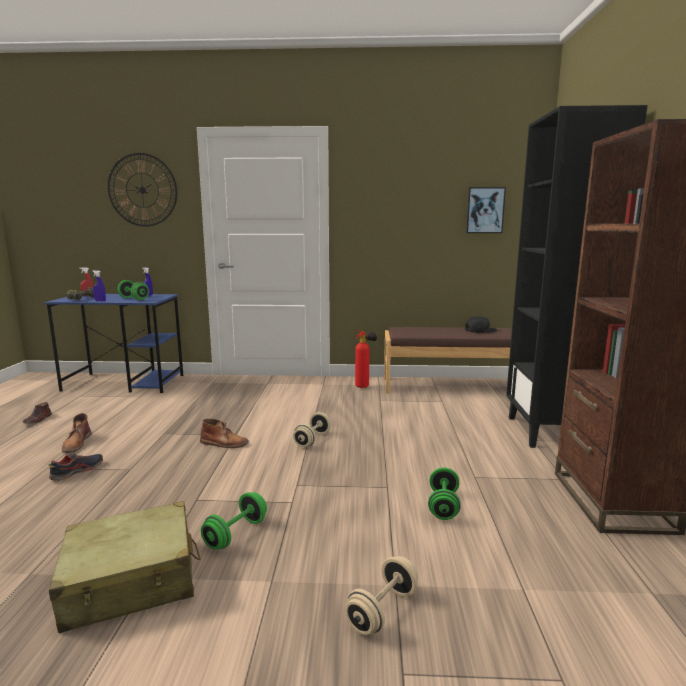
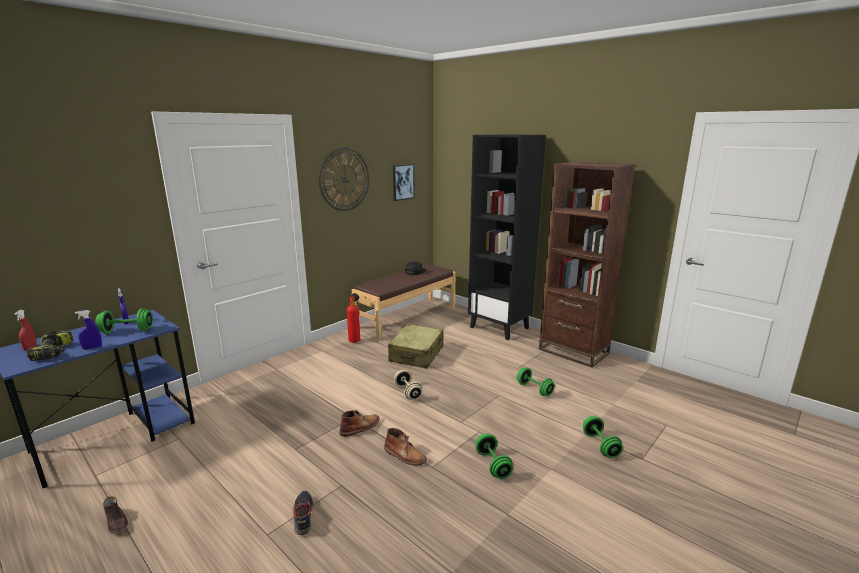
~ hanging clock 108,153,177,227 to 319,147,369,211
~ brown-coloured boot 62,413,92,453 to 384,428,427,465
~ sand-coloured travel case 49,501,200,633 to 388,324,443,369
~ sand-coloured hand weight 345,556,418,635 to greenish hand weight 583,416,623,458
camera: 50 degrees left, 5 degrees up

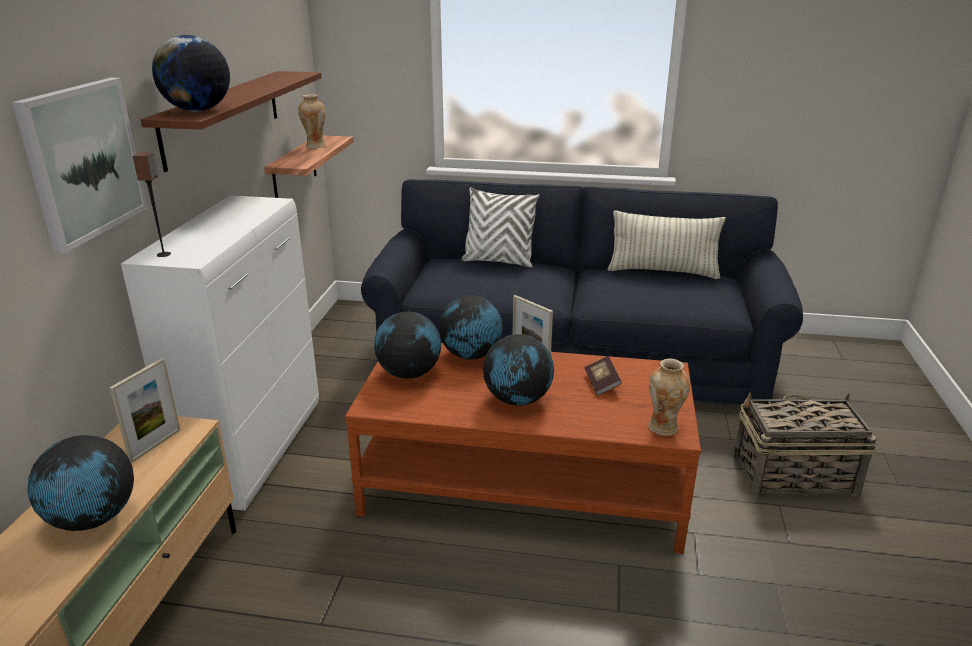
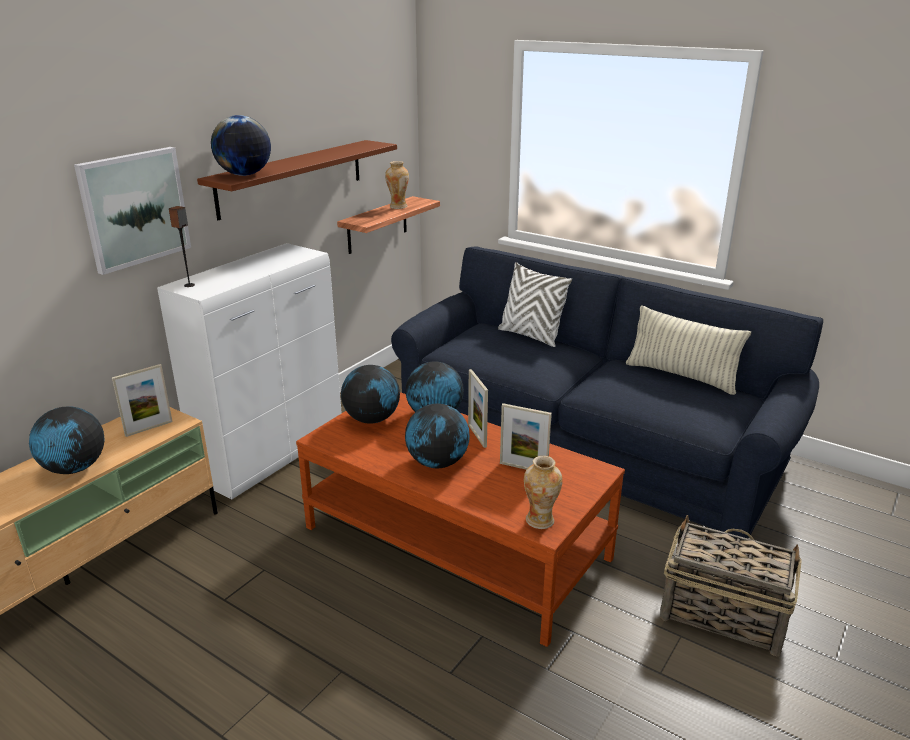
~ volume 585,356,622,396 to picture frame 500,403,552,470
camera: 25 degrees right, 0 degrees up

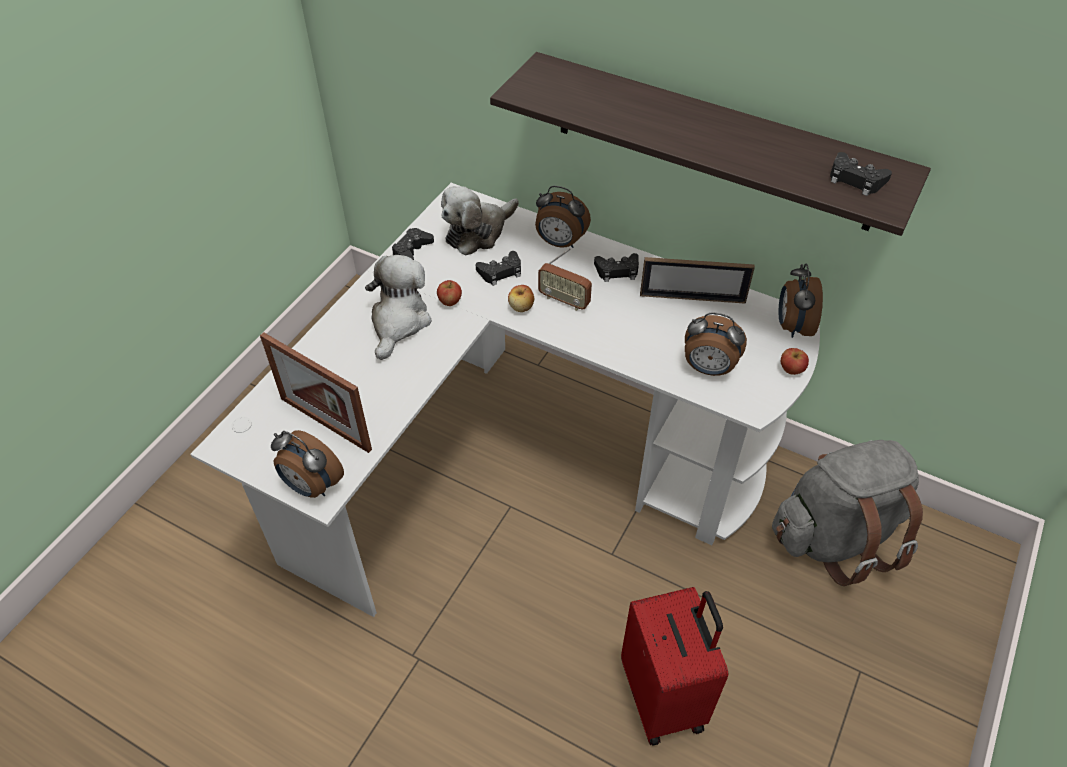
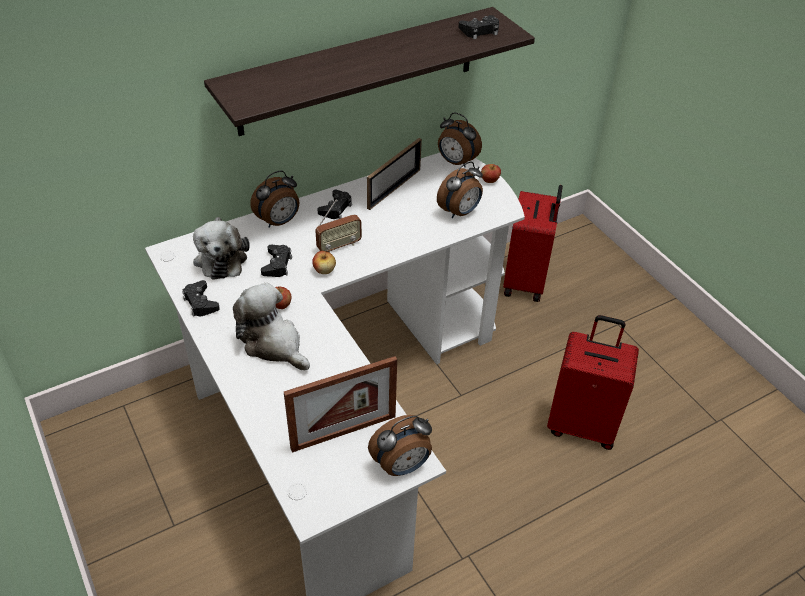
~ gray rucksack 772,440,923,586 to reddish travel case 503,185,563,302
camera: 60 degrees left, 5 degrees down

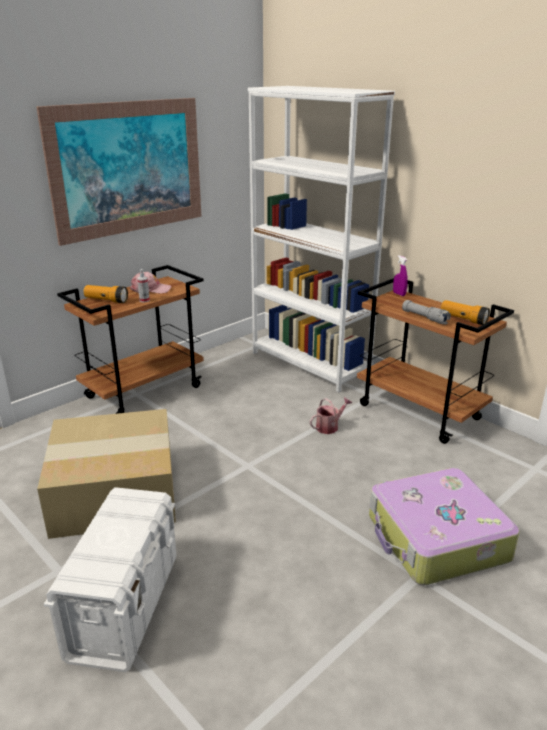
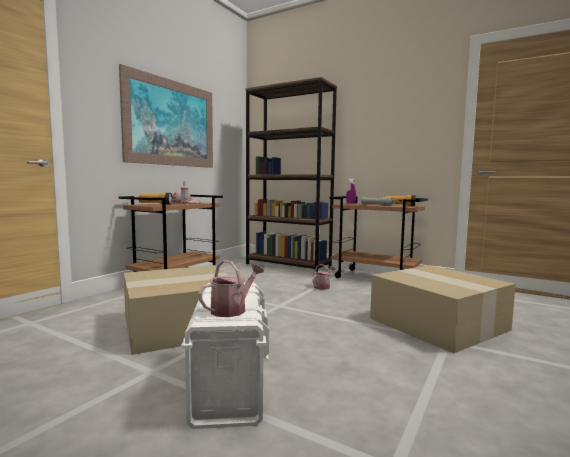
+ watering can 198,260,264,317
~ whitish bookcase 248,86,395,393 to brown-coloured bookcase 246,77,337,272
~ travel case 369,468,519,585 to cardboard box 370,265,516,354
camera: 15 degrees left, 20 degrees down

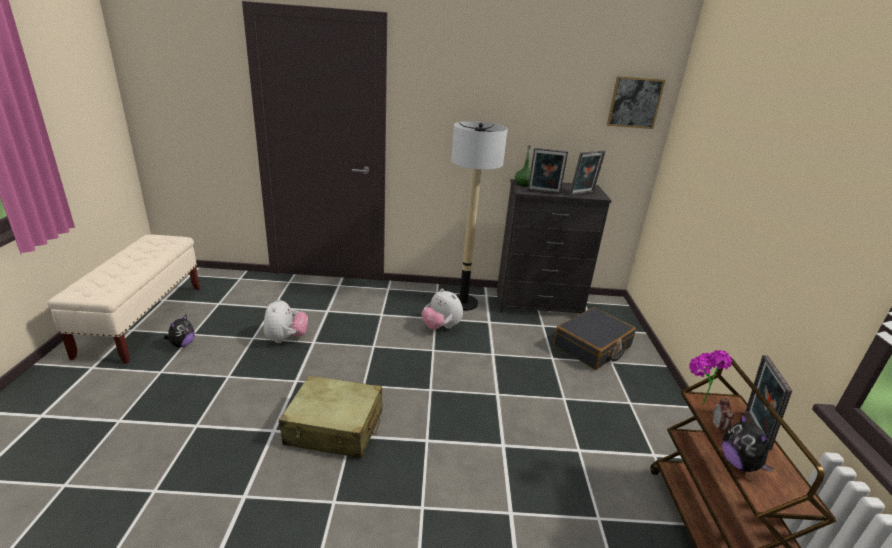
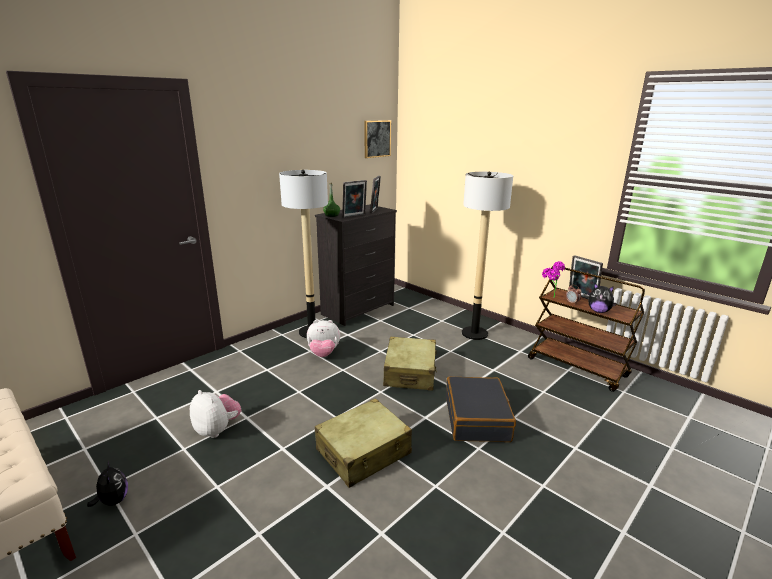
+ sand-coloured travel case 383,337,437,391
~ black-coloured travel case 553,307,636,370 to 446,377,516,442
+ standard lamp 462,172,513,340
camera: 45 degrees left, 5 degrees down

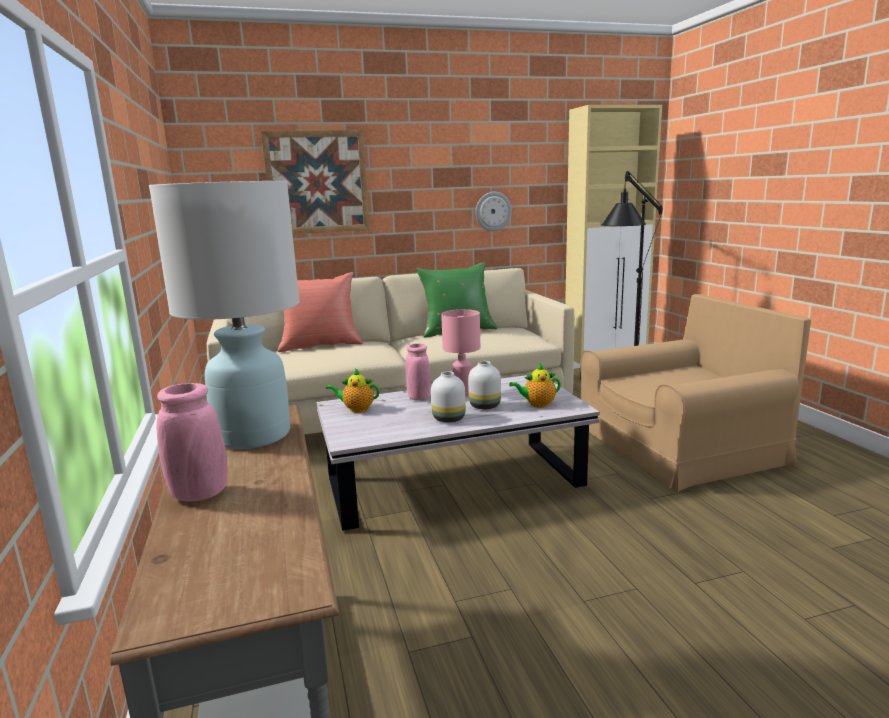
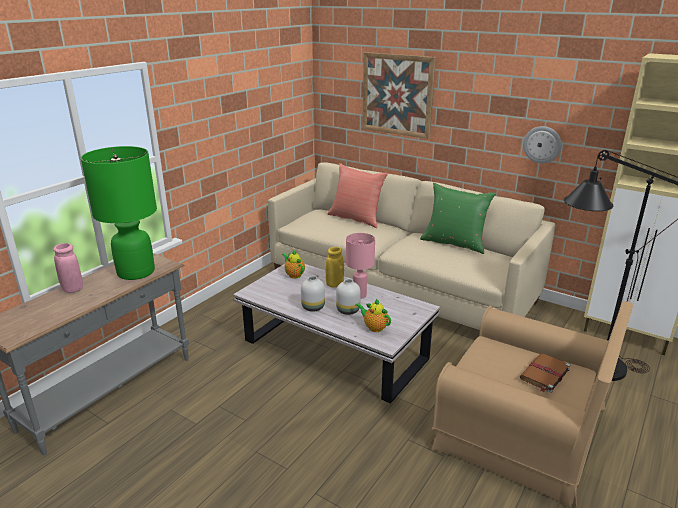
~ whitish lamp for a table 149,181,300,449 to greenish lamp for a table 81,146,157,280
~ pink decorative vase 406,343,431,400 to yellow-coloured decorative vase 326,247,344,288
+ brown-coloured volume 520,353,571,393
camera: 50 degrees right, 10 degrees up

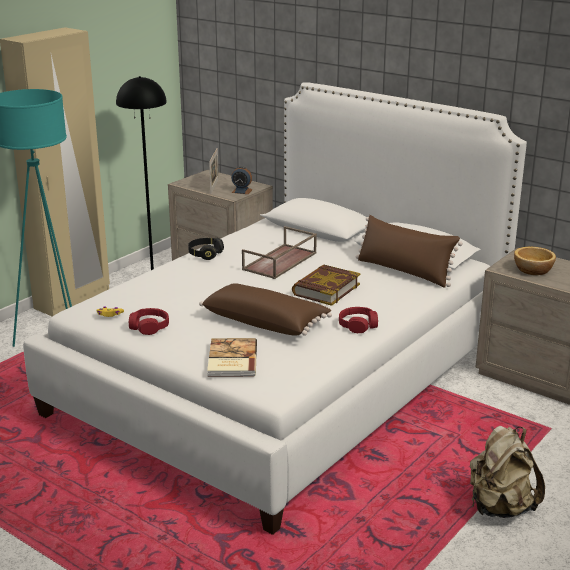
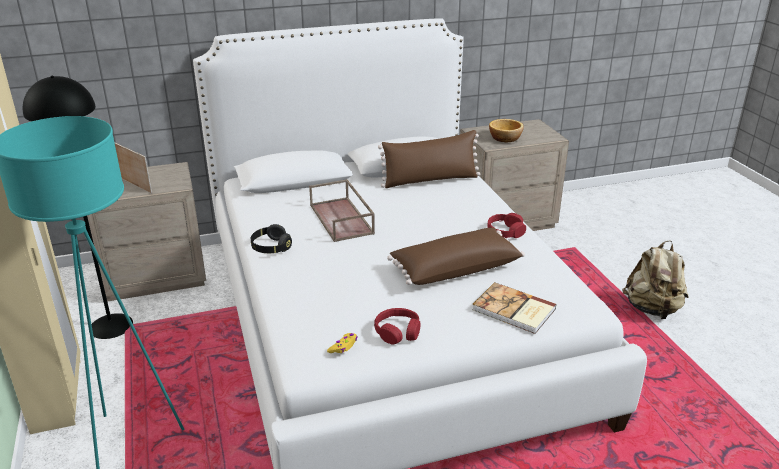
- bedside clock 231,166,252,194
- volume 292,264,360,306
camera: 55 degrees left, 5 degrees up

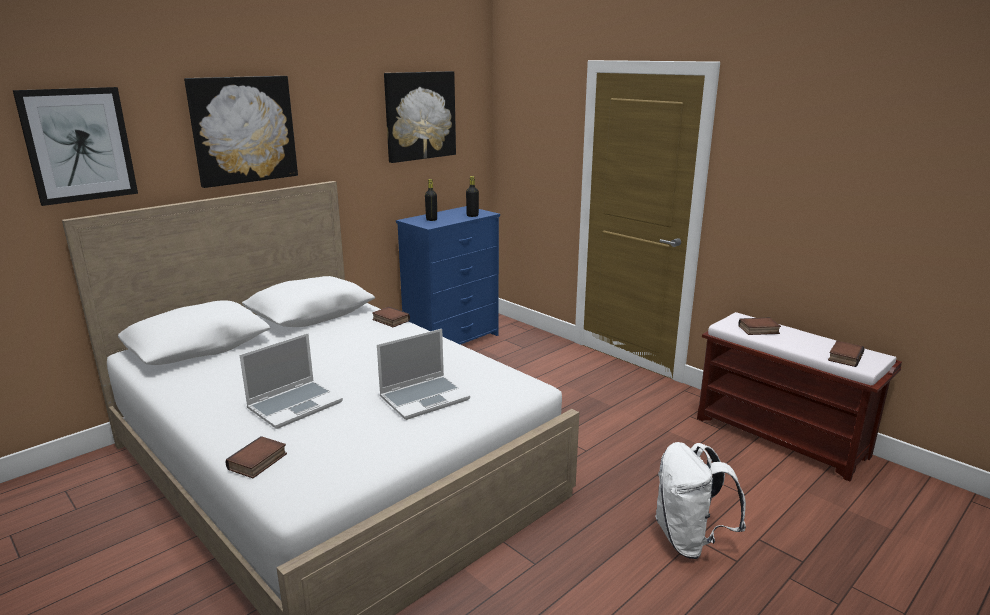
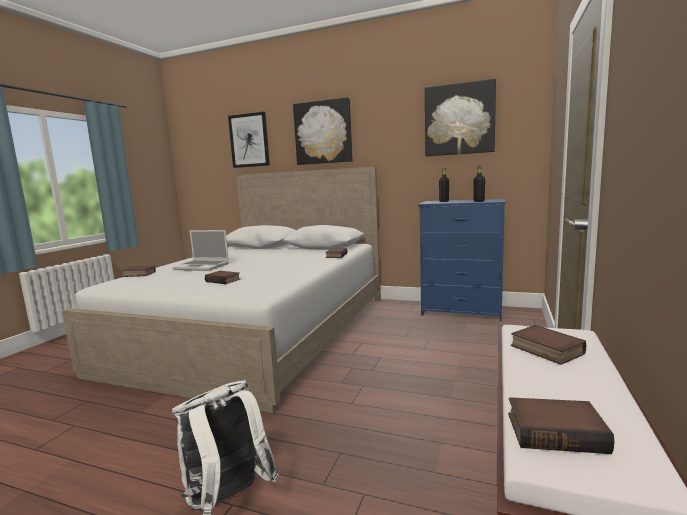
~ notebook computer 377,329,470,420 to volume 205,271,240,284
camera: 65 degrees right, 10 degrees down

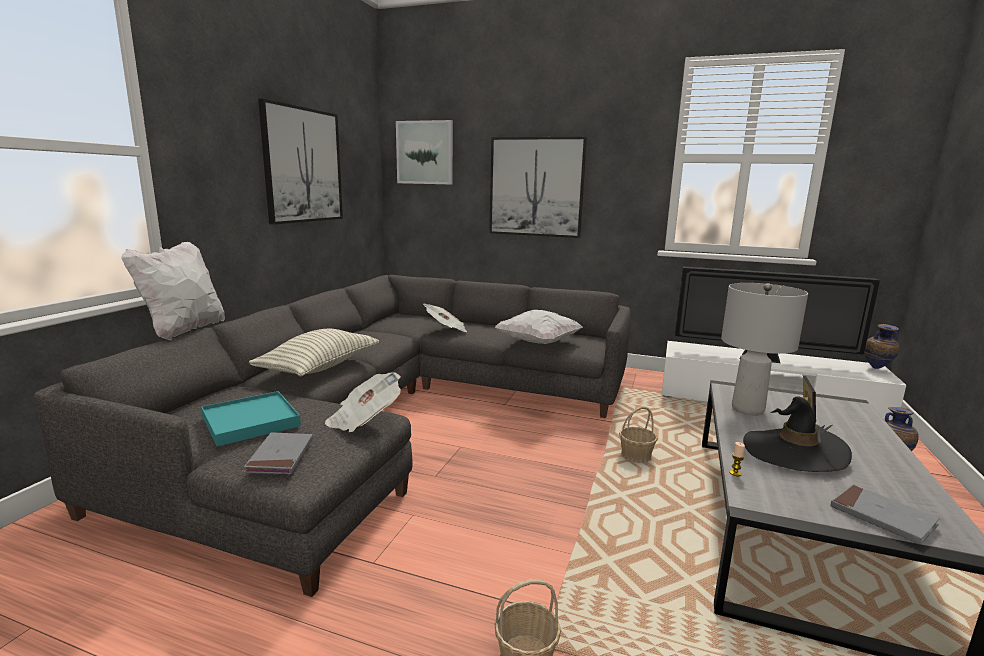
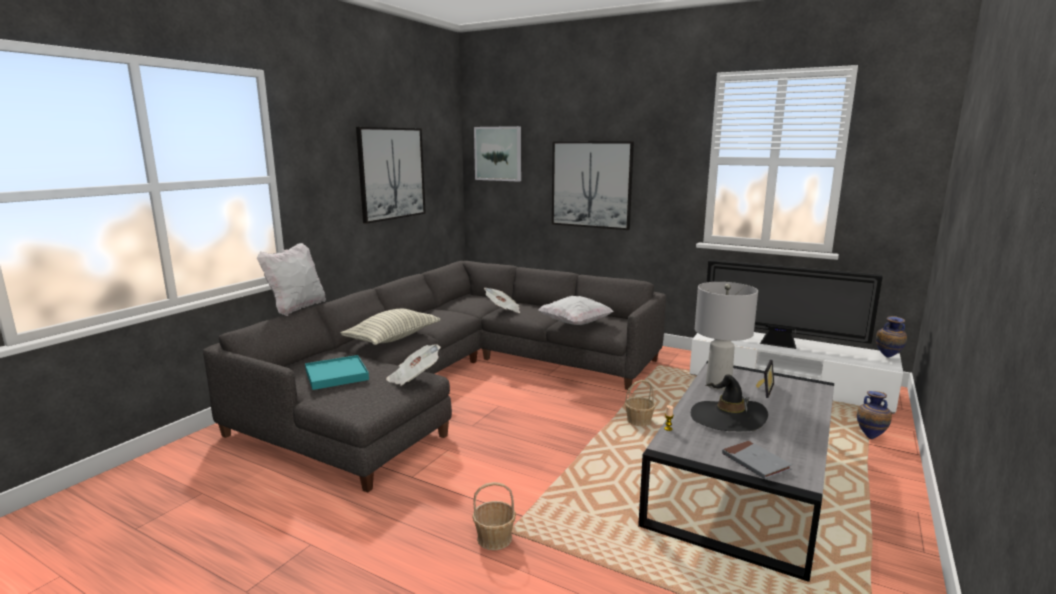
- gray volume 244,432,313,474
camera: 10 degrees right, 0 degrees up

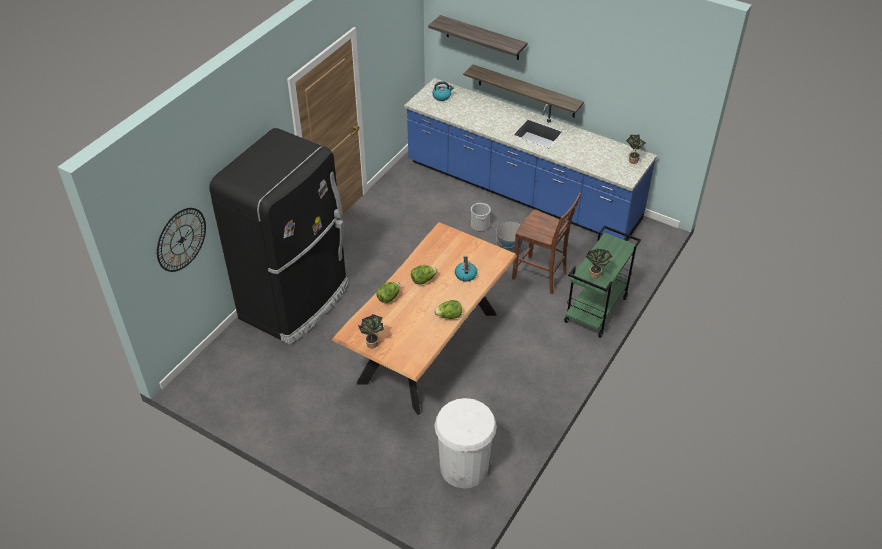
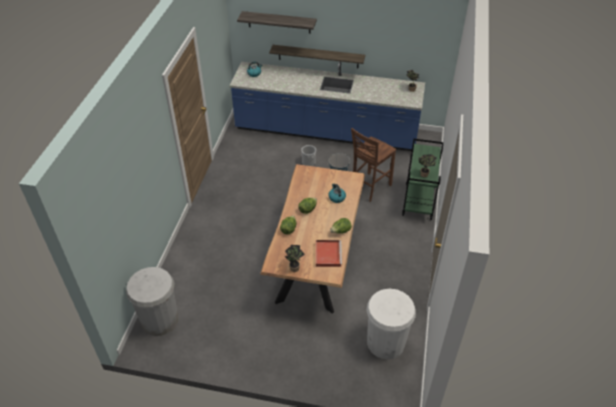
+ whitish trash can 126,267,179,336
+ reddish tray 316,240,342,267
~ brown-coloured plain chair 512,193,581,294 = 351,128,396,202 120 degrees clockwise
- hanging clock 157,208,206,272
- black-coloured refrigerator 209,128,348,345
camera: 20 degrees left, 0 degrees up

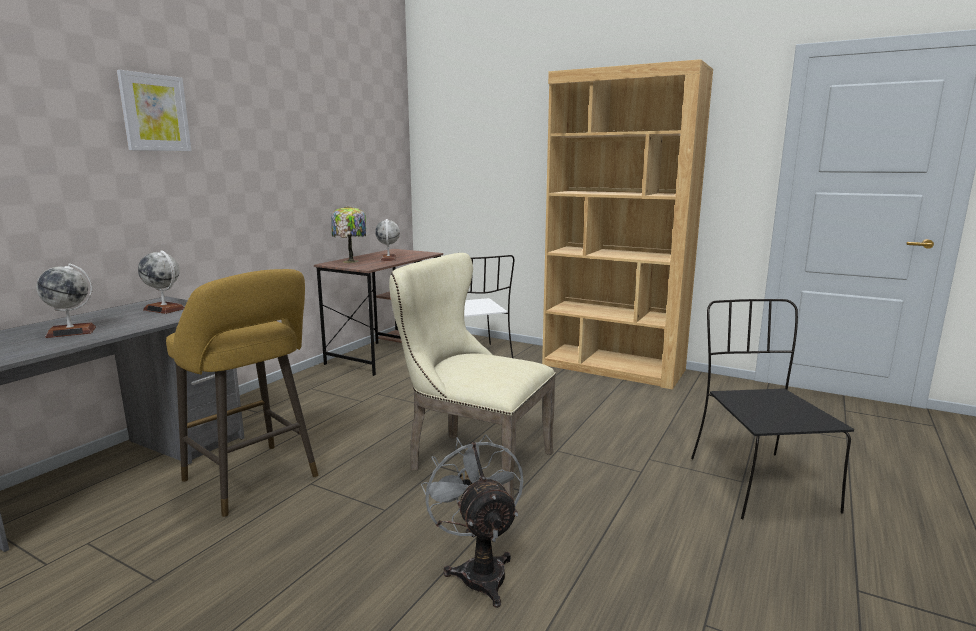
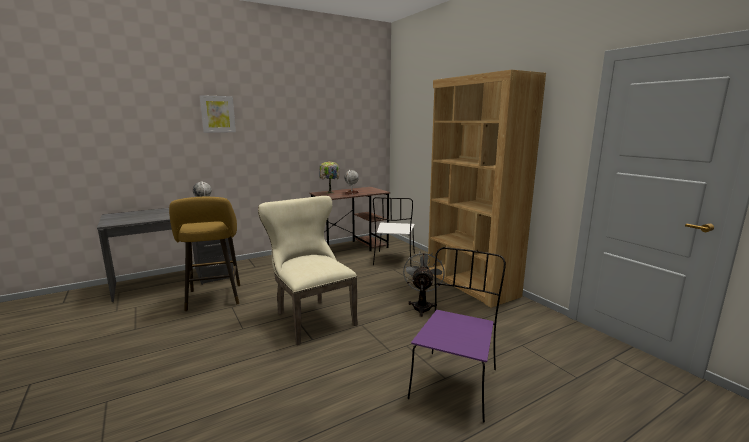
~ gray cooling fan 421,434,523,608 to 403,252,445,317
~ black-coloured plain chair 691,299,854,519 to purple plain chair 408,247,506,423
- world globe 36,263,96,338
camera: 30 degrees right, 0 degrees up

